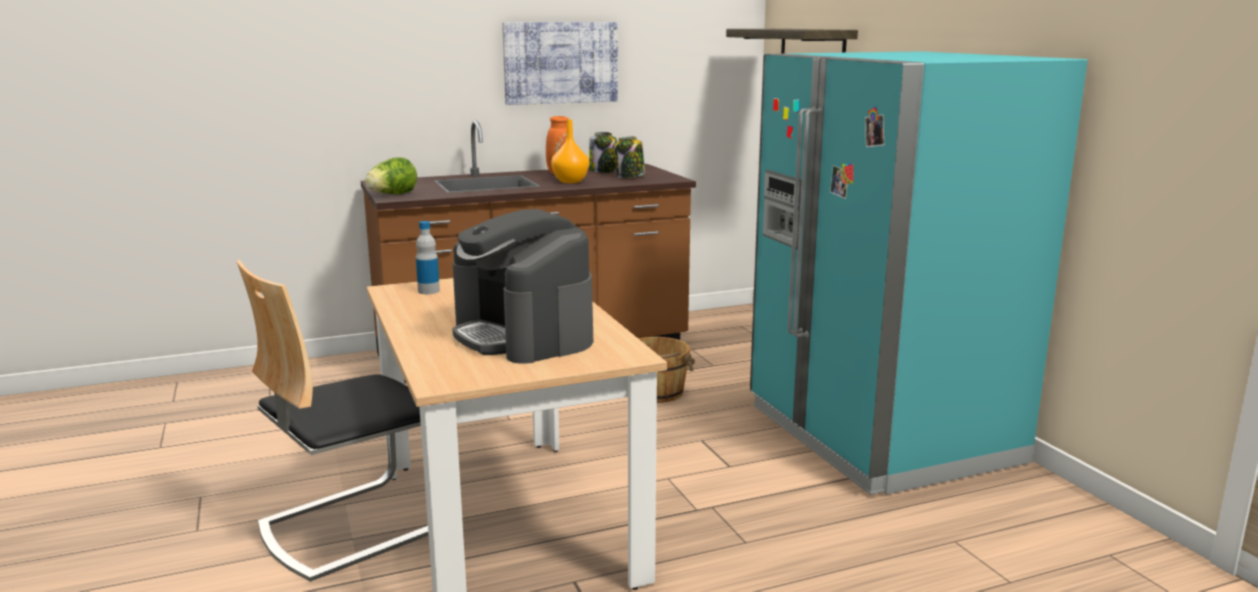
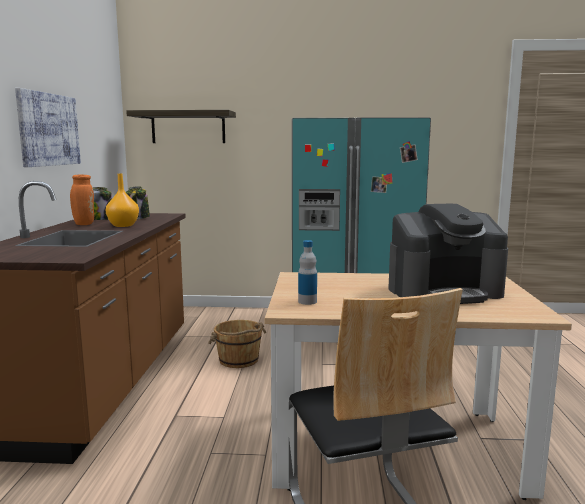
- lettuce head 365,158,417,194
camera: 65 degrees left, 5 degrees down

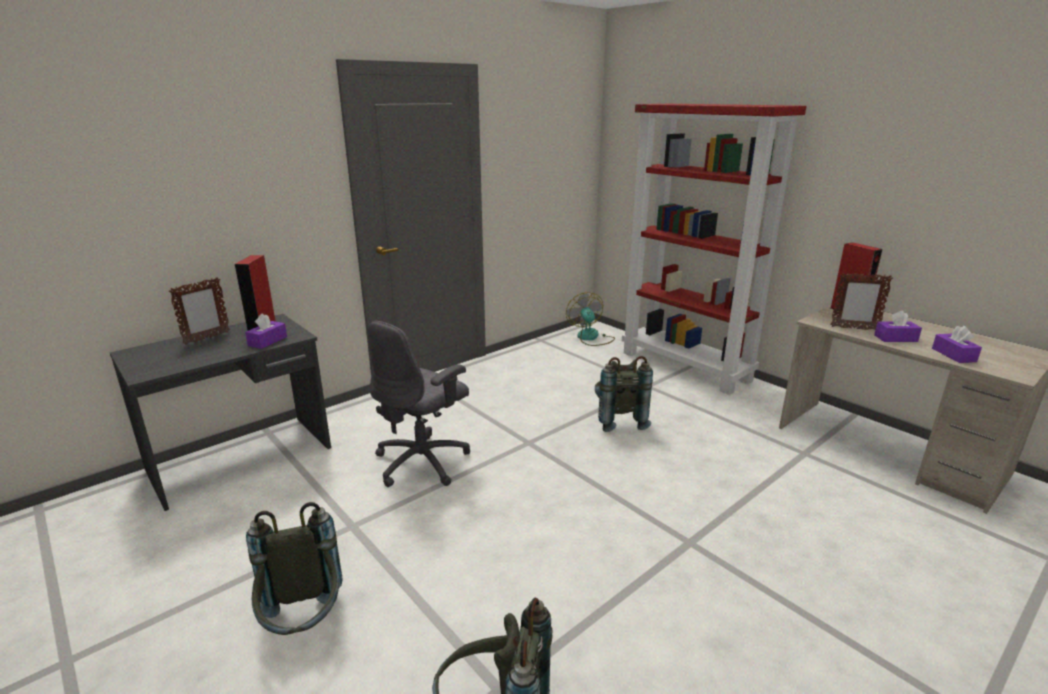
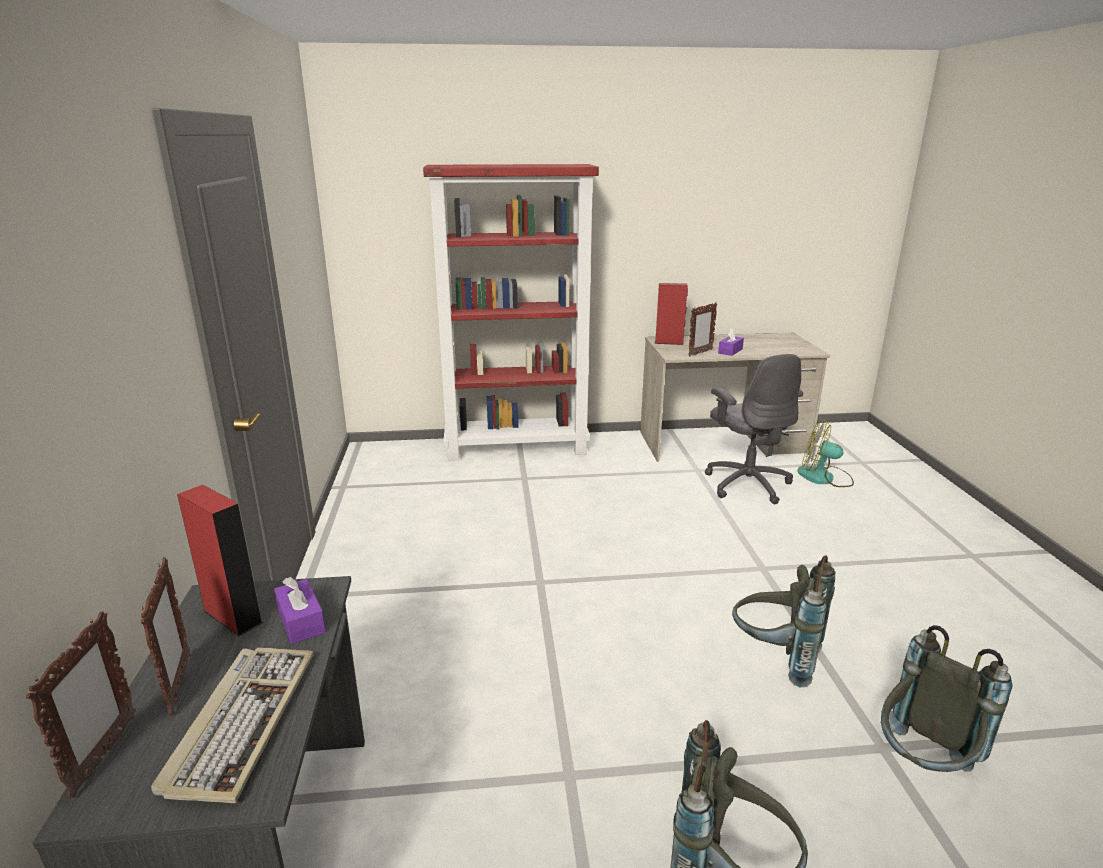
+ picture frame 26,612,136,798
+ PC keyboard 151,648,313,803
~ gray computer chair 368,321,470,487 to 705,354,803,504
~ gray rucksack 595,356,653,432 to 732,555,836,687
~ cooling fan 566,292,615,346 to 797,420,854,487
- purple tissue holder 932,326,982,363
camera: 55 degrees left, 0 degrees up

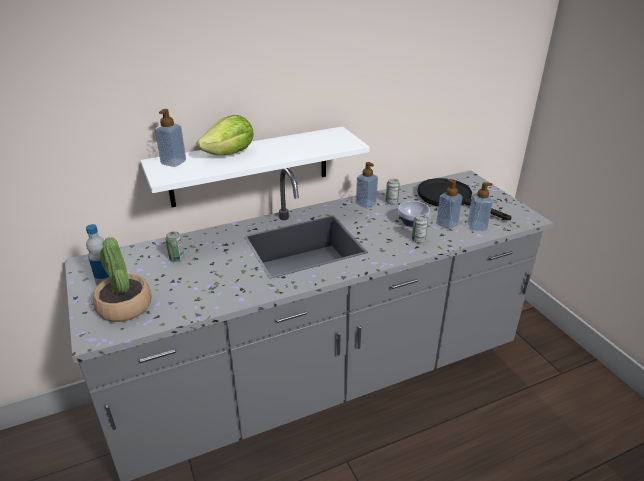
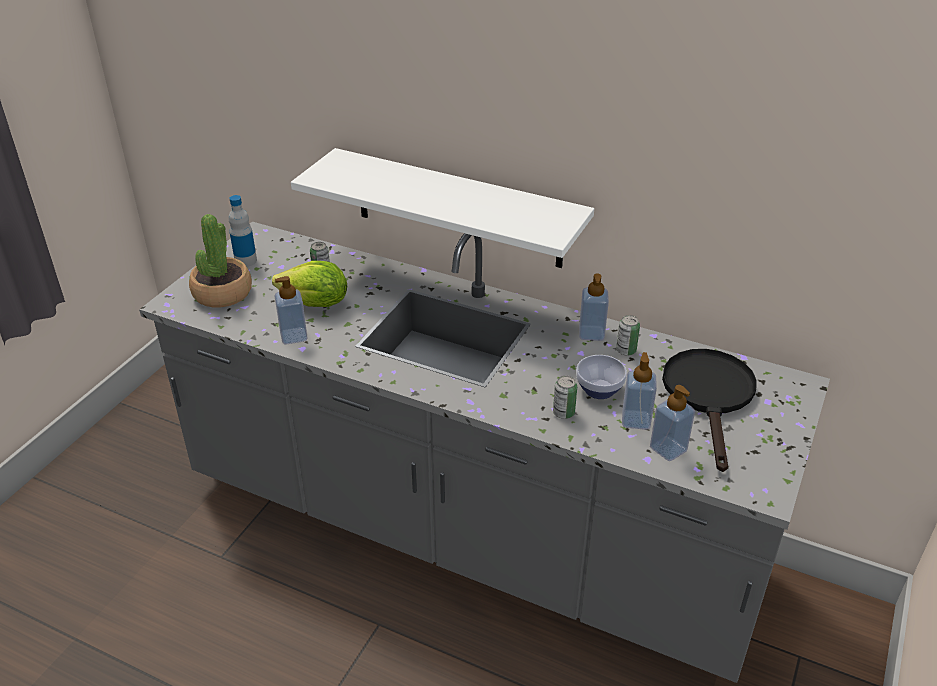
~ lettuce head 196,115,254,155 to 272,261,347,307
~ soap bottle 155,109,186,167 to 275,276,308,345
camera: 50 degrees right, 5 degrees up

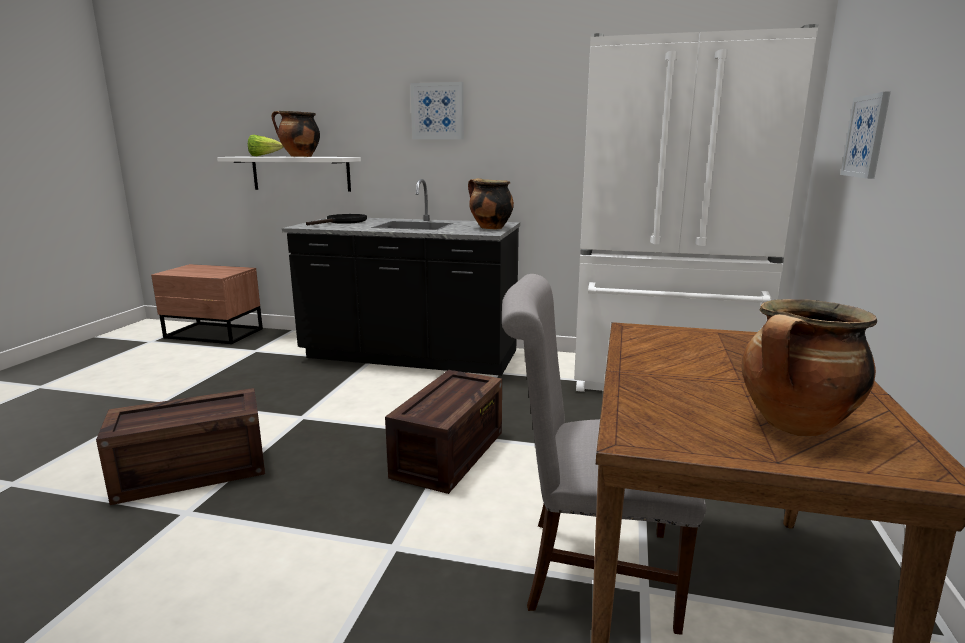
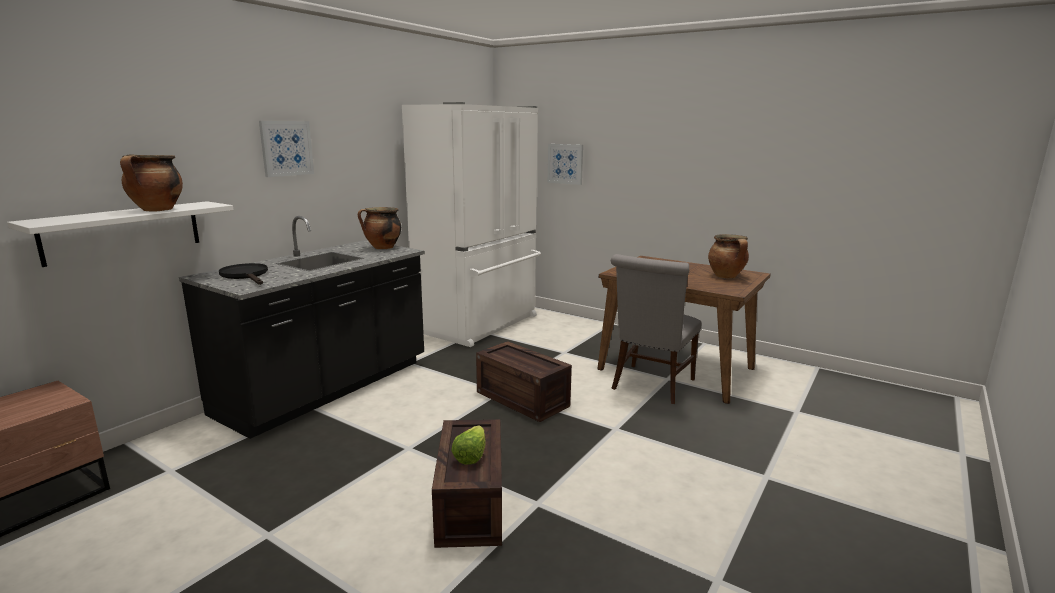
~ lettuce head 248,135,284,156 to 451,425,486,465
camera: 70 degrees left, 0 degrees up

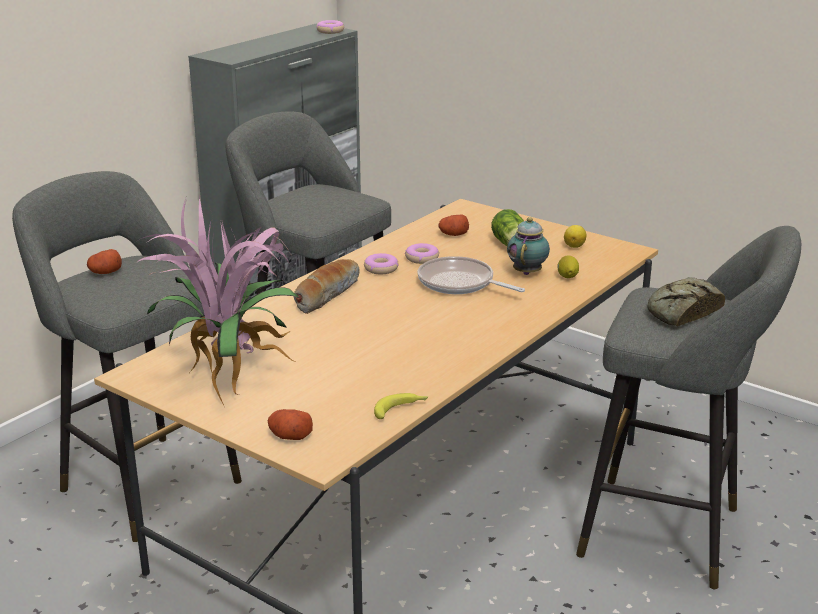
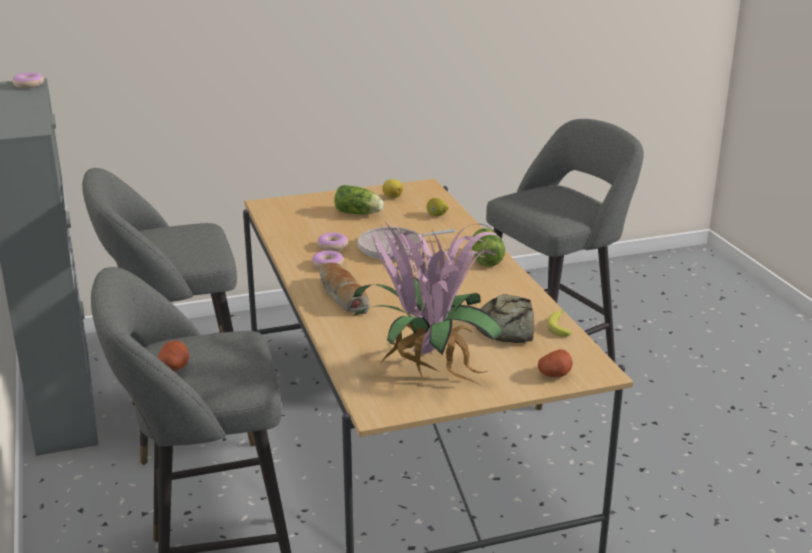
+ lettuce head 472,228,505,267
~ bakery bread 648,277,725,326 to 476,294,534,343
- whole potato 438,214,469,236
- tea pot 507,217,550,275
camera: 55 degrees left, 0 degrees up

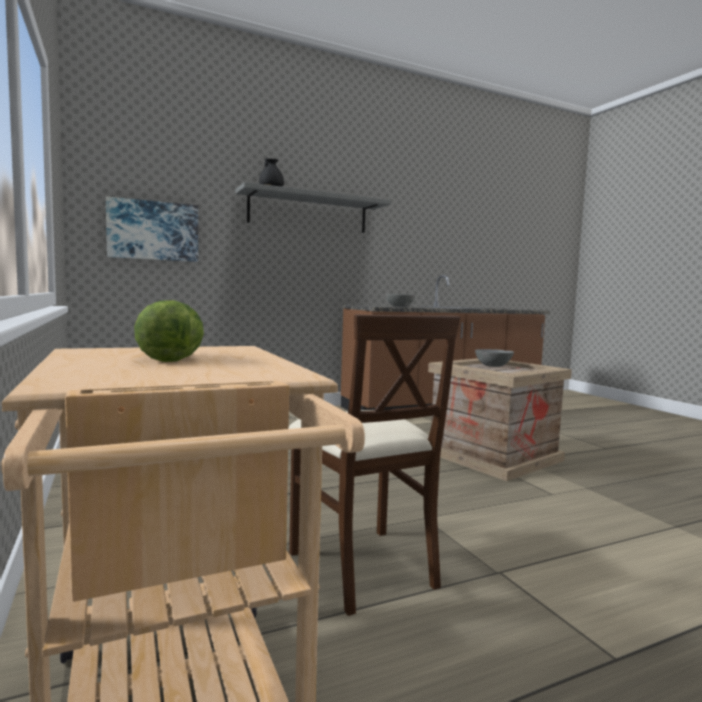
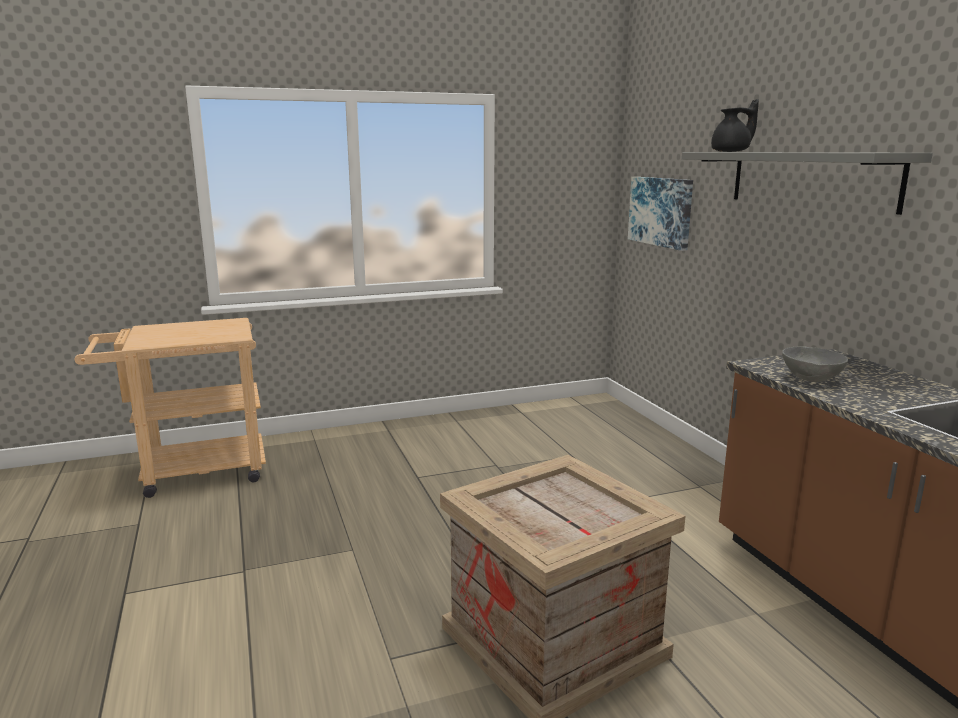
- lettuce head 134,300,204,362
- sand-coloured plain chair 289,315,460,616
- gray serving bowl 475,349,514,367
camera: 95 degrees right, 10 degrees up

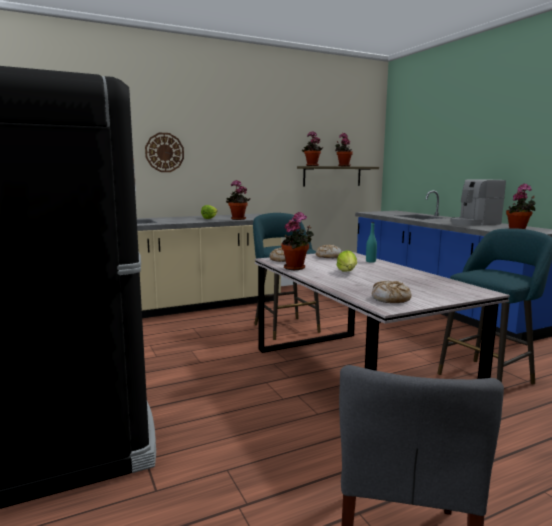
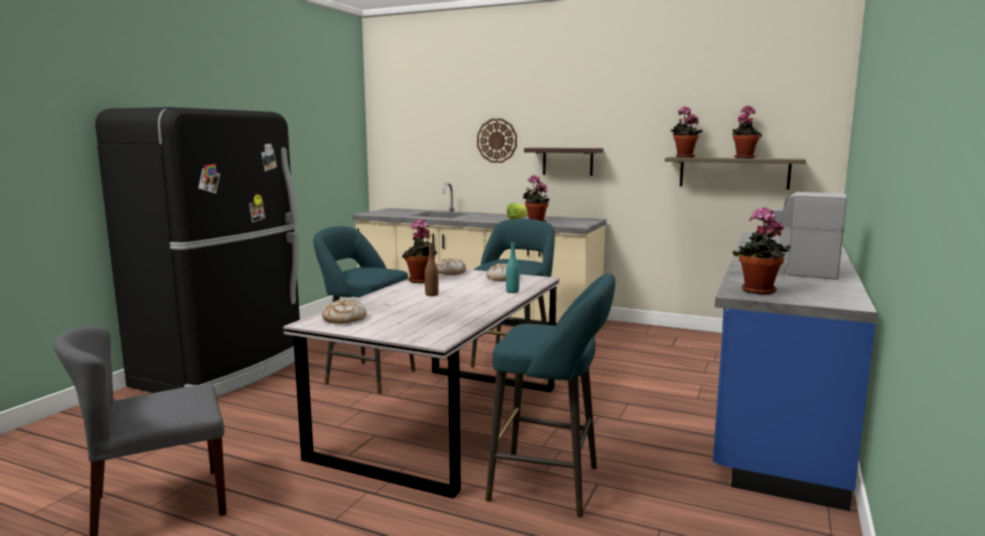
+ turquoise-coloured sitting stool 313,226,416,394
~ lettuce head 337,250,357,271 to brown-coloured drink bottle 425,243,439,296
+ shelf 524,148,603,176
camera: 50 degrees right, 0 degrees up

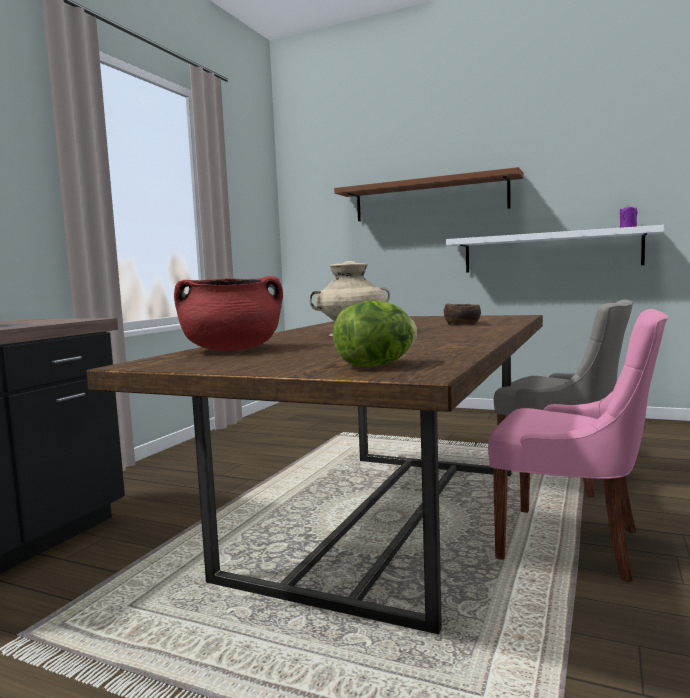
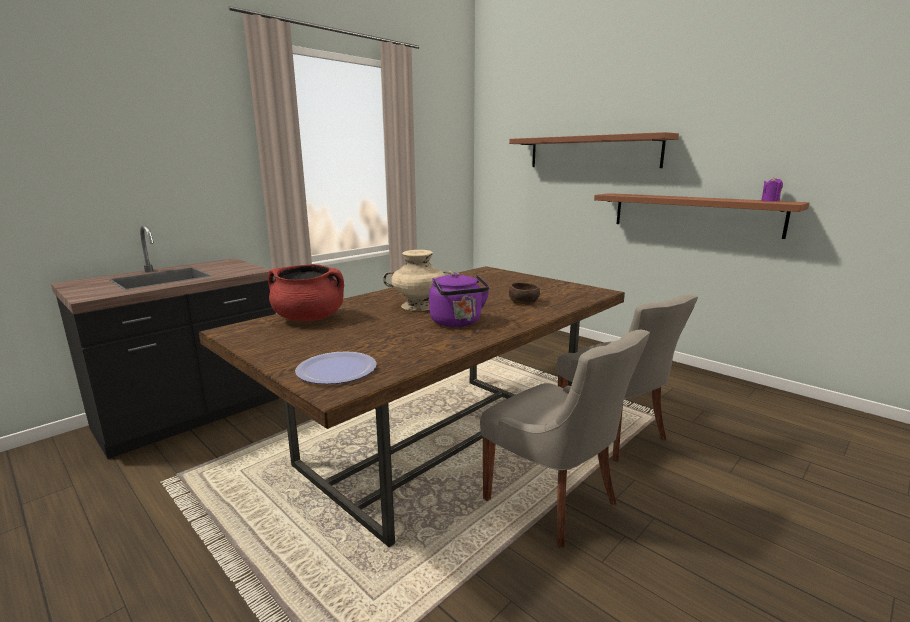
~ lettuce head 333,300,418,367 to flat dish 295,351,377,384
+ purple kettle 429,272,490,327
~ pink plain chair 488,309,668,582 to gray plain chair 480,330,650,548
~ whitish shelf 446,225,664,272 to brown-coloured shelf 594,193,809,239
camera: 20 degrees right, 10 degrees up

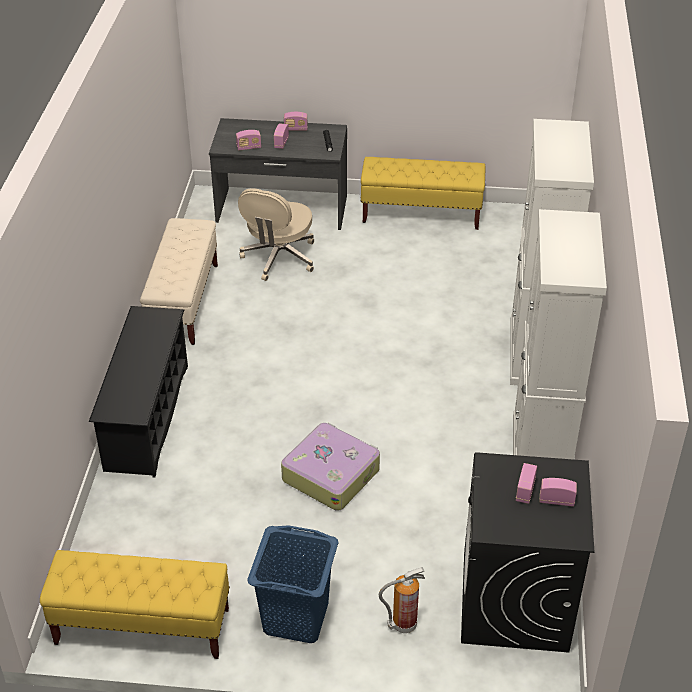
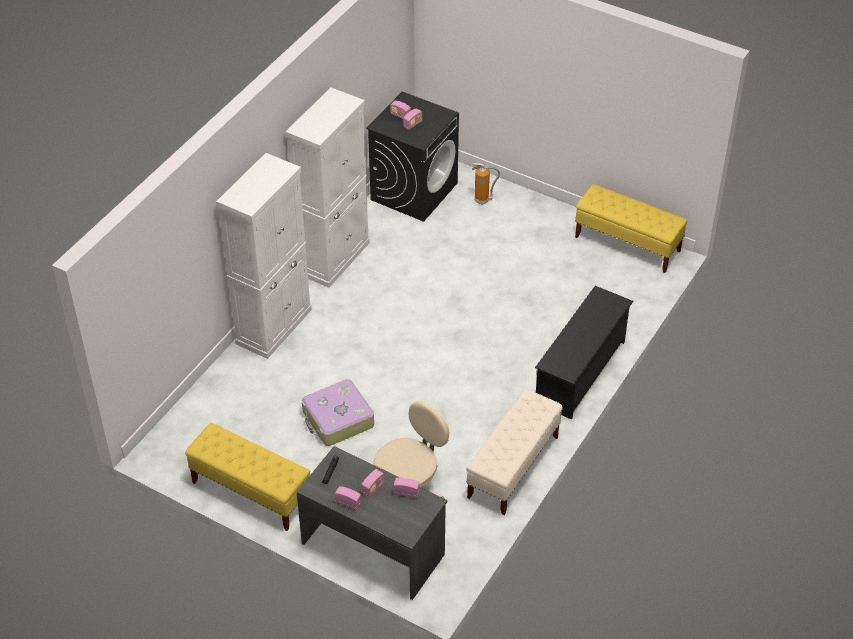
~ travel case 281,423,380,511 to 302,379,374,446
- bluish laundry basket 247,525,338,643
camera: 155 degrees left, 5 degrees up

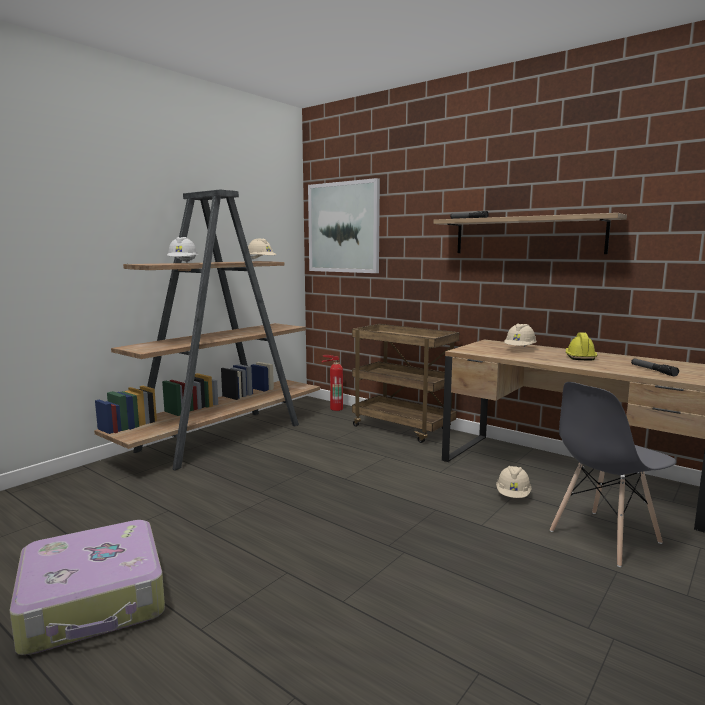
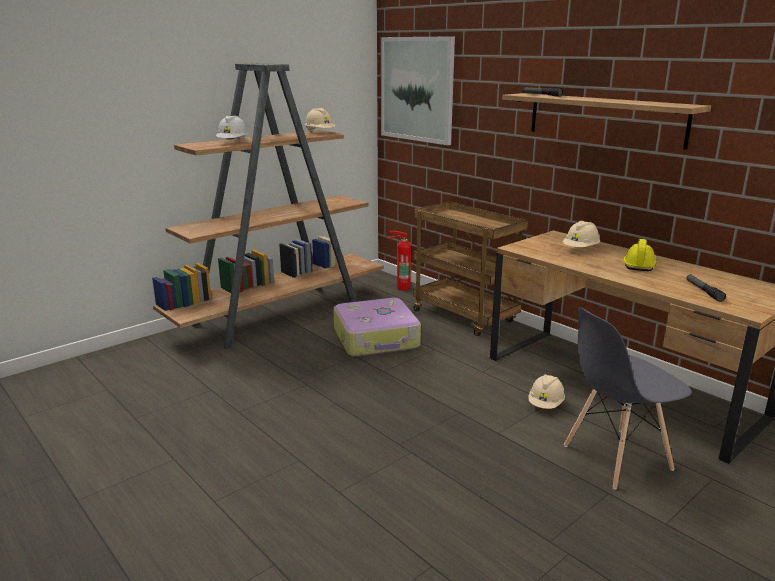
~ travel case 9,520,165,655 to 333,298,421,357
camera: 10 degrees right, 10 degrees up

